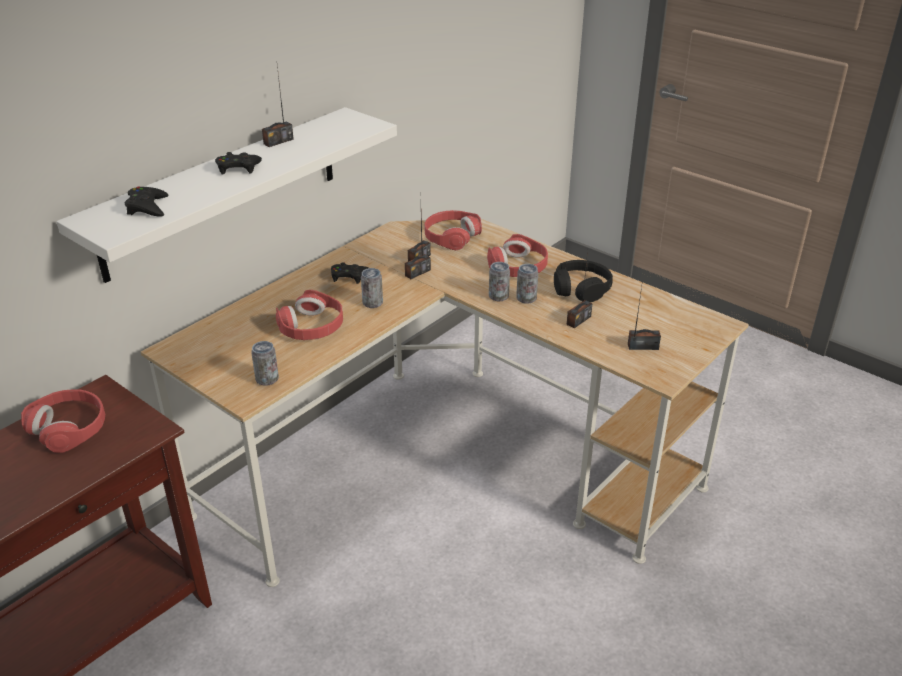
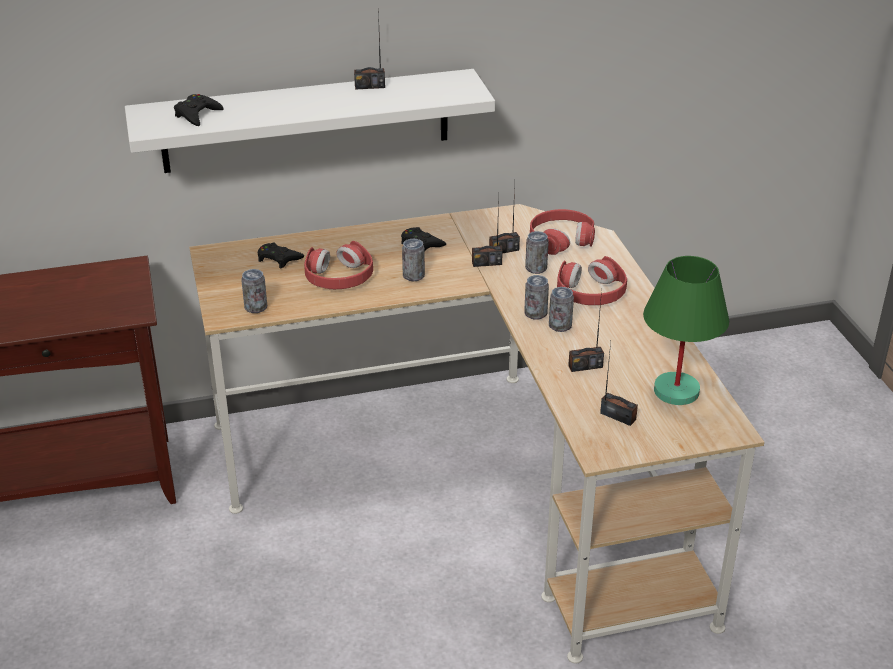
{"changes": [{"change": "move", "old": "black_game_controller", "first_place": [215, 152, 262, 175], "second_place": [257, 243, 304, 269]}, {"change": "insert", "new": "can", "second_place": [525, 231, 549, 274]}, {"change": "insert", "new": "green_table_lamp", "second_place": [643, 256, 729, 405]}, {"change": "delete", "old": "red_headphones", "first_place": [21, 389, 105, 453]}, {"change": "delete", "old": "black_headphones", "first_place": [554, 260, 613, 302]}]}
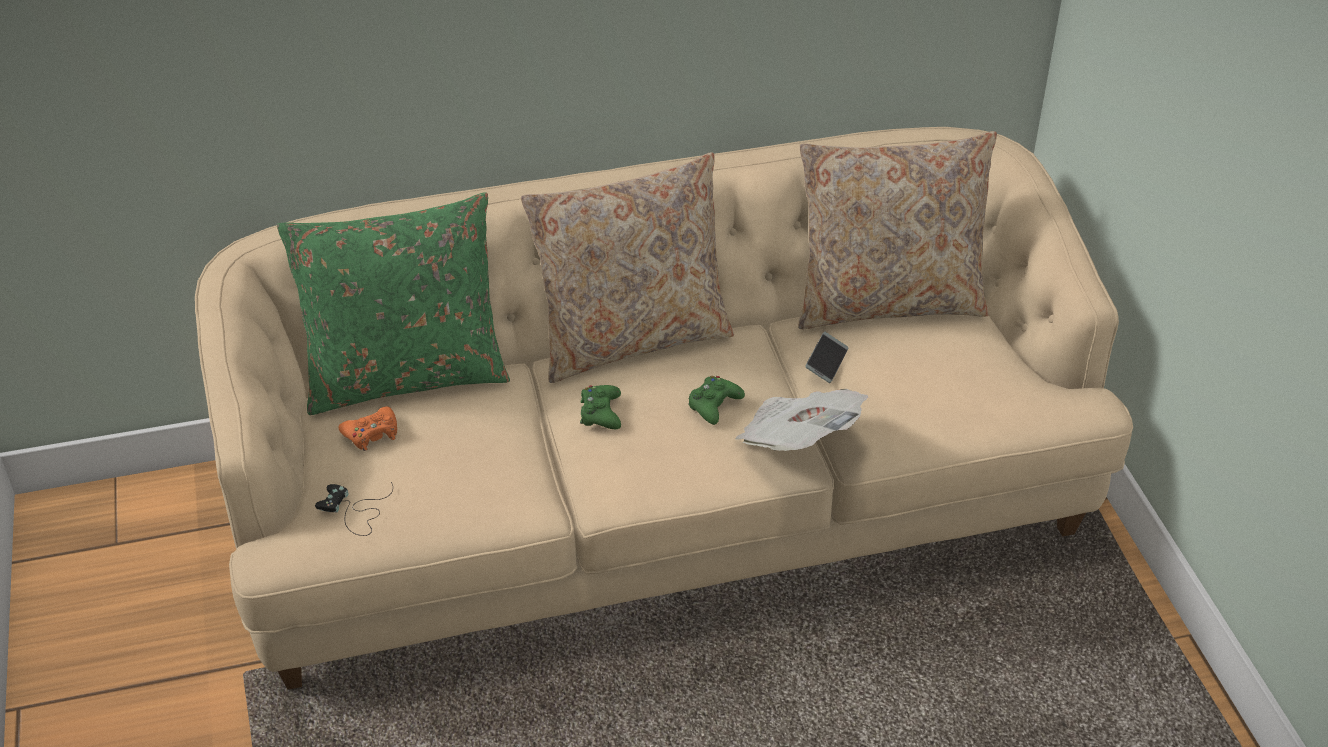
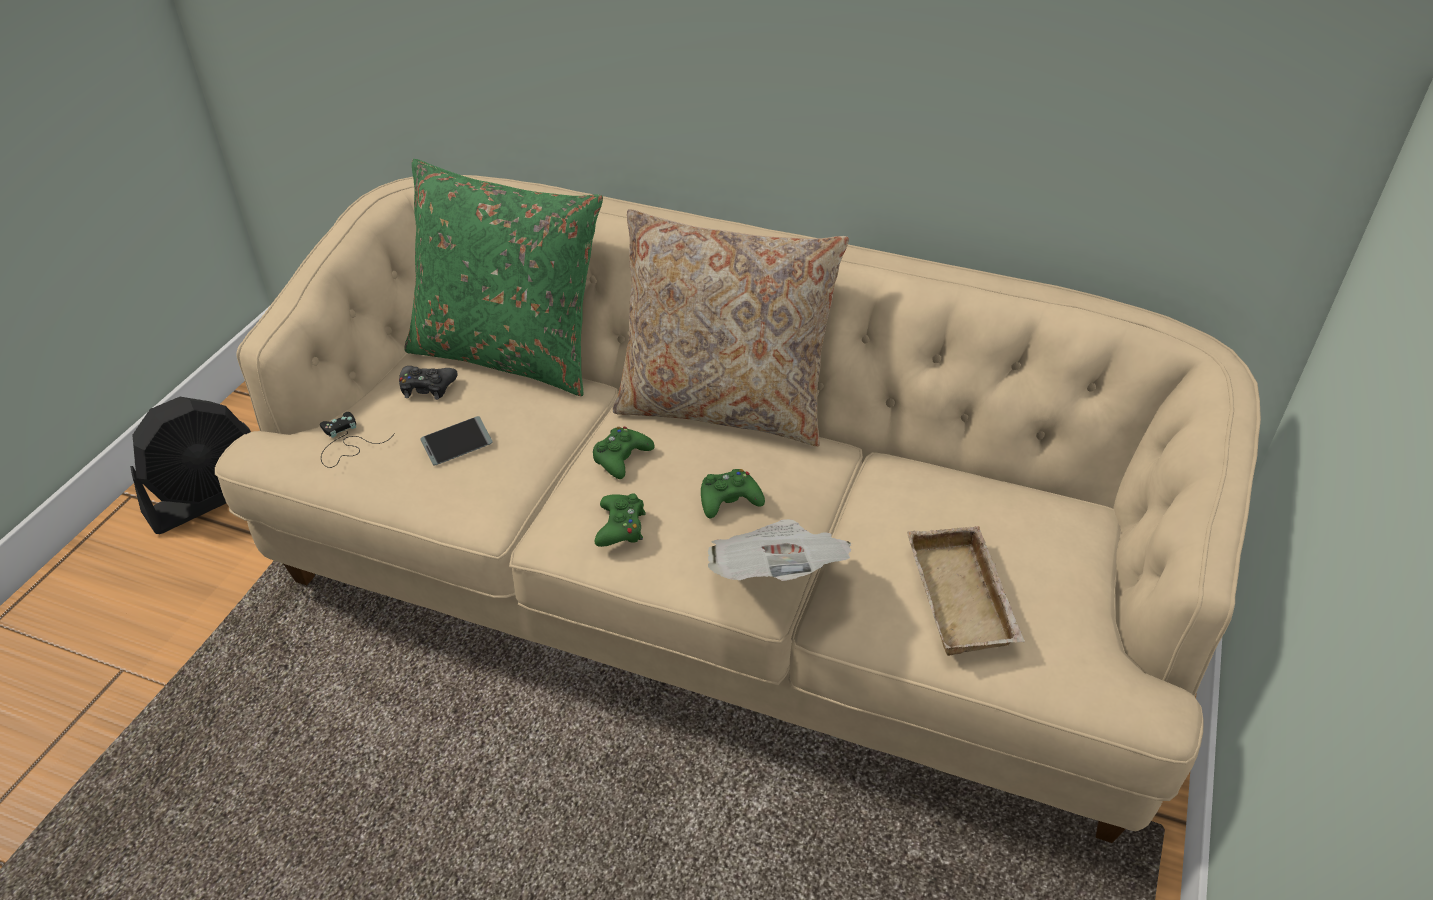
{"changes": [{"change": "insert", "new": "black_fan", "second_place": [130, 397, 251, 534]}, {"change": "recolor", "old": "orange_game_controller", "new": "black_game_controller", "first_place": [339, 406, 397, 451], "second_place": [399, 366, 458, 400]}, {"change": "move", "old": "phone", "first_place": [805, 332, 848, 383], "second_place": [420, 416, 492, 465]}, {"change": "insert", "new": "green_game_controller", "second_place": [595, 493, 646, 547]}, {"change": "insert", "new": "beige_tray", "second_place": [907, 526, 1025, 656]}, {"change": "delete", "old": "beige_pillow", "first_place": [798, 131, 997, 329]}]}
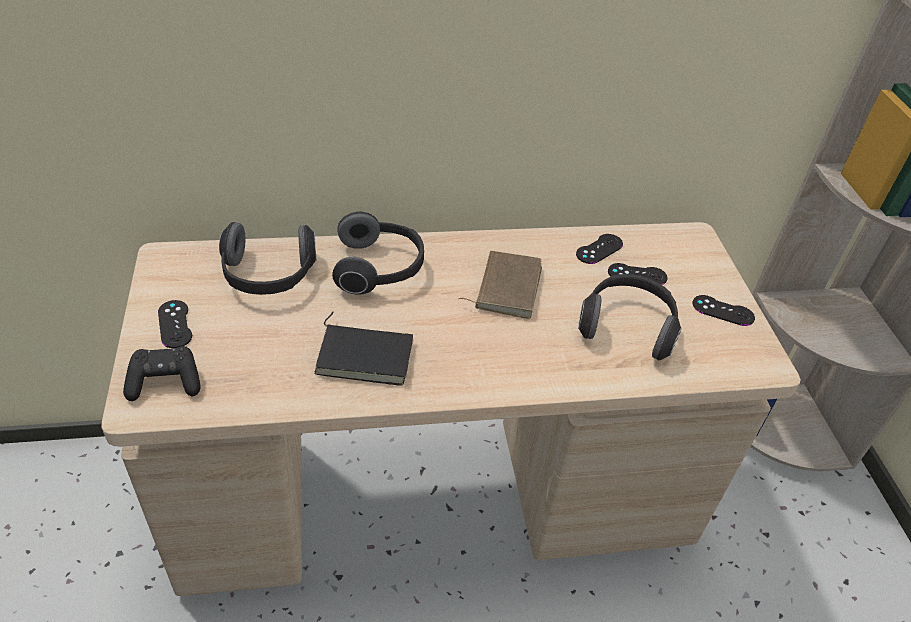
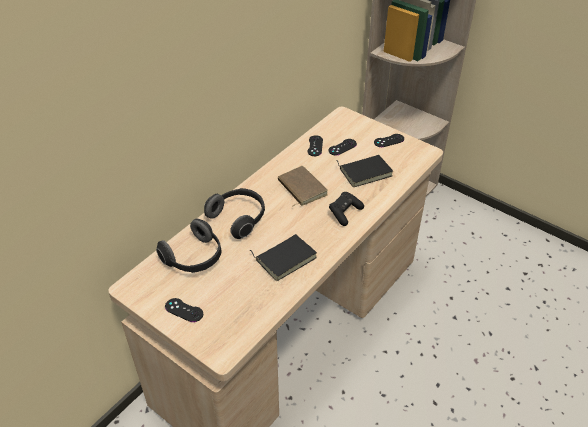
{"changes": [{"change": "move", "old": "black_game_controller", "first_place": [123, 346, 201, 401], "second_place": [329, 192, 364, 226]}, {"change": "replace", "old": "headphones", "new": "black_book", "first_place": [578, 274, 682, 361], "second_place": [337, 155, 393, 187]}]}
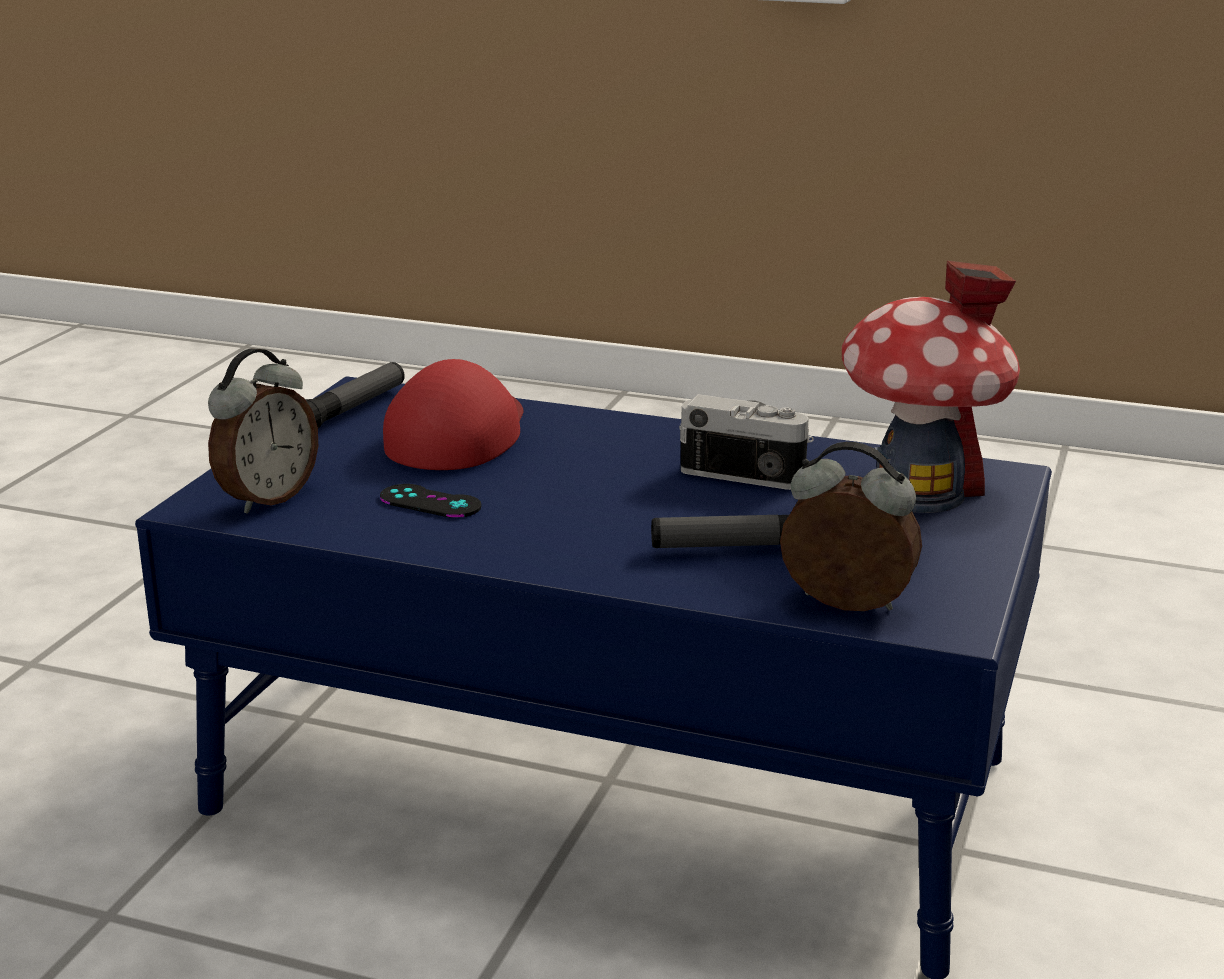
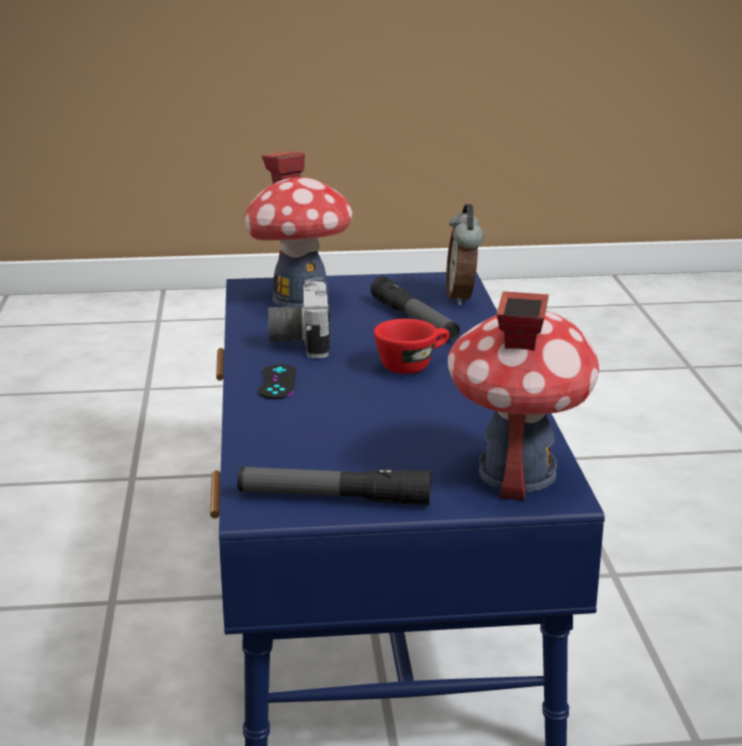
{"changes": [{"change": "move", "old": "black_game_controller", "first_place": [380, 484, 481, 518], "second_place": [258, 364, 296, 399]}, {"change": "insert", "new": "red_cup", "second_place": [374, 319, 449, 374]}, {"change": "replace", "old": "alarm_clock", "new": "toy_house", "first_place": [208, 348, 318, 514], "second_place": [448, 291, 599, 501]}, {"change": "delete", "old": "red_cap", "first_place": [383, 359, 523, 470]}]}
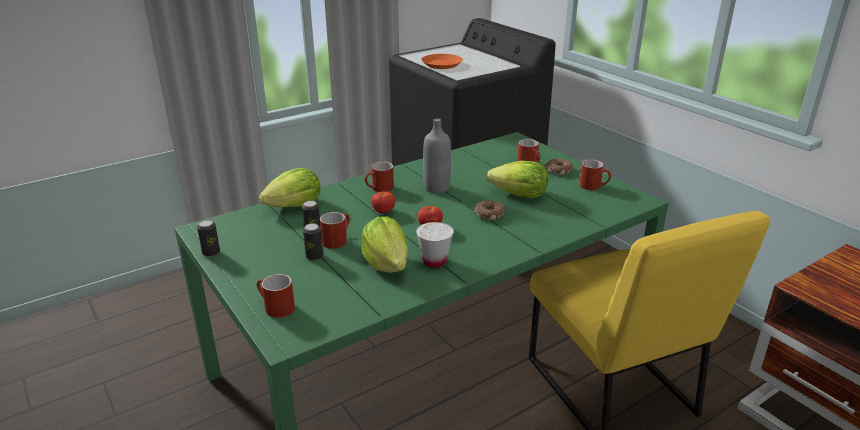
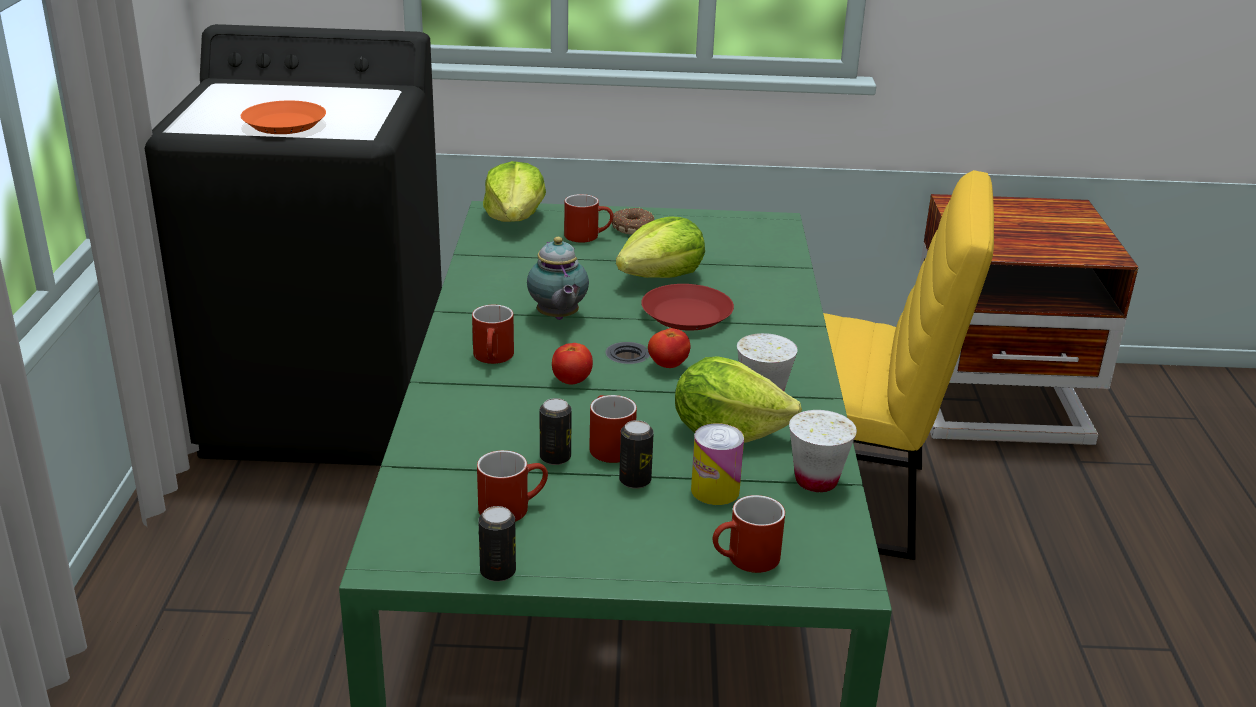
{"changes": [{"change": "move", "old": "red_mug", "first_place": [579, 159, 611, 190], "second_place": [477, 450, 548, 522]}, {"change": "move", "old": "lettuce", "first_place": [259, 168, 320, 207], "second_place": [483, 161, 546, 222]}, {"change": "replace", "old": "grey_bottle", "new": "teapot", "first_place": [423, 118, 451, 193], "second_place": [527, 237, 589, 320]}, {"change": "replace", "old": "donut", "new": "red_plate", "first_place": [474, 200, 505, 220], "second_place": [641, 284, 734, 331]}, {"change": "insert", "new": "can", "second_place": [691, 423, 744, 505]}, {"change": "insert", "new": "white_cup", "second_place": [789, 410, 857, 492]}]}
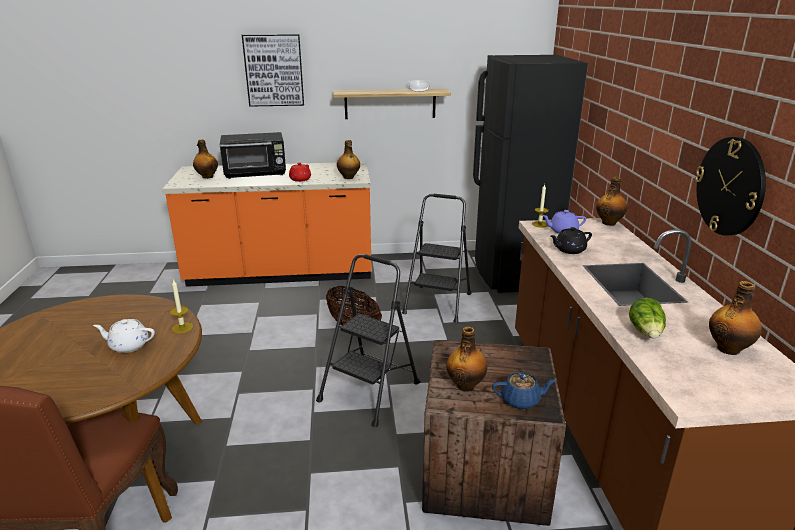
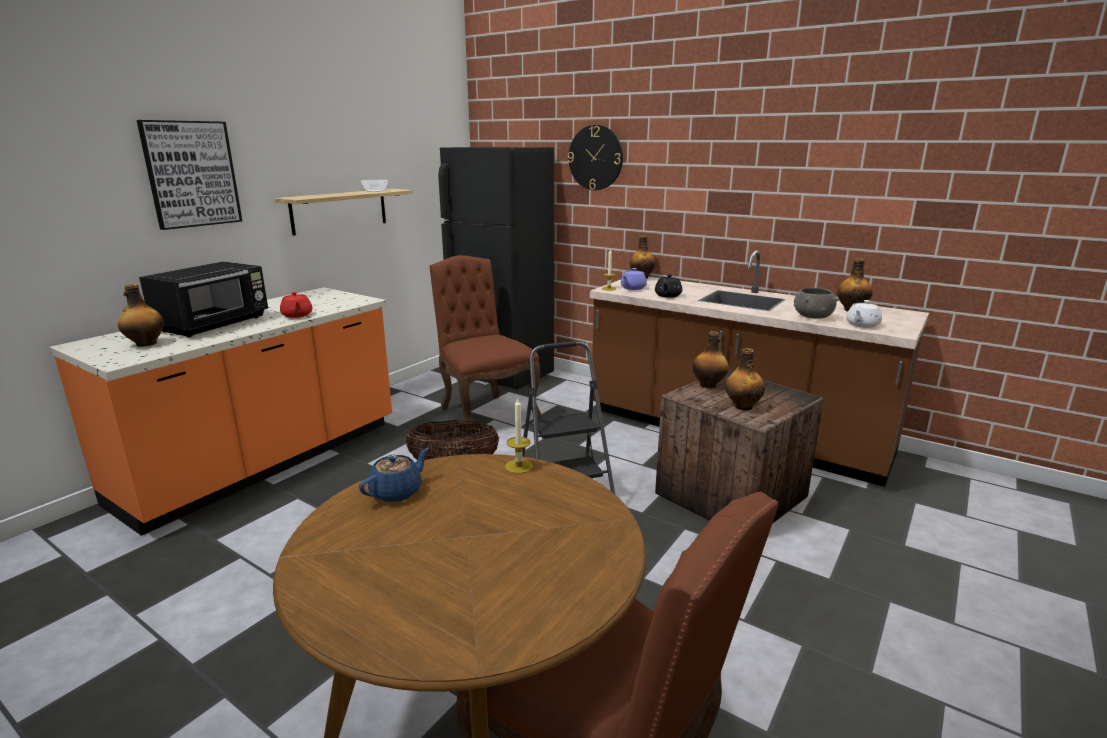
{"changes": [{"change": "move", "old": "blue_teapot", "first_place": [492, 372, 556, 409], "second_place": [359, 448, 429, 502]}, {"change": "replace", "old": "black_step_ladder", "new": "brown_chair", "first_place": [402, 194, 472, 323], "second_place": [429, 255, 541, 440]}, {"change": "move", "old": "wall_clock", "first_place": [695, 137, 766, 236], "second_place": [568, 125, 623, 190]}, {"change": "move", "old": "bottle", "first_place": [337, 140, 360, 179], "second_place": [692, 331, 729, 388]}, {"change": "replace", "old": "lettuce", "new": "grey_bowl", "first_place": [629, 298, 666, 338], "second_place": [794, 288, 837, 319]}, {"change": "move", "old": "white_teapot", "first_place": [93, 319, 155, 353], "second_place": [846, 300, 882, 328]}]}
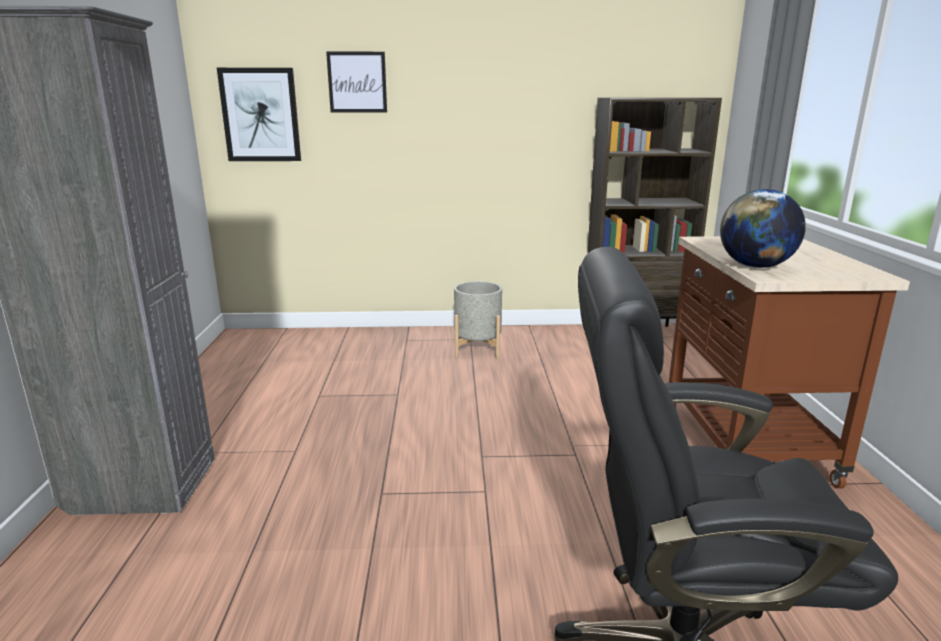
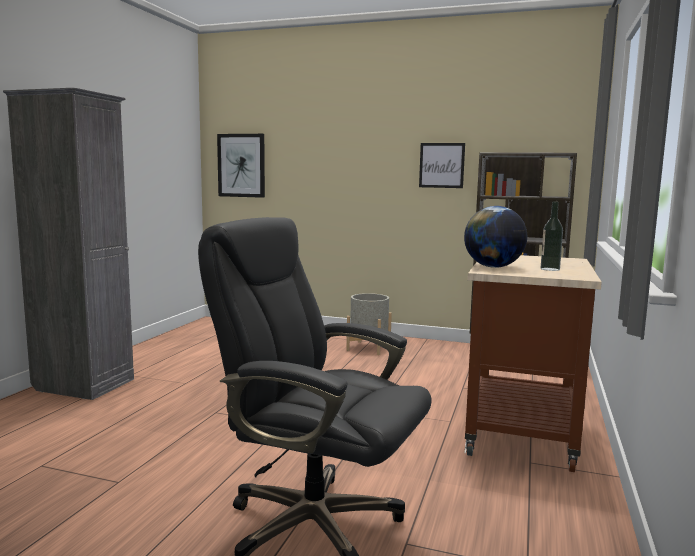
{"changes": [{"change": "move", "old": "picture", "first_place": [326, 51, 387, 112], "second_place": [419, 143, 465, 188]}, {"change": "insert", "new": "bottle", "second_place": [541, 202, 563, 271]}]}
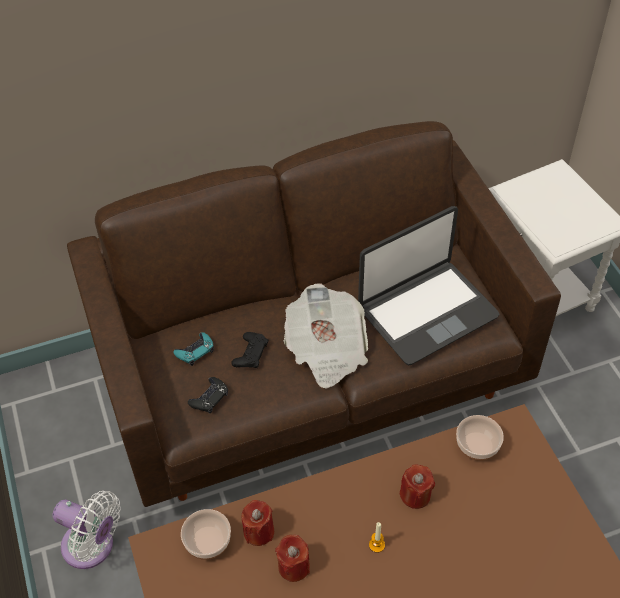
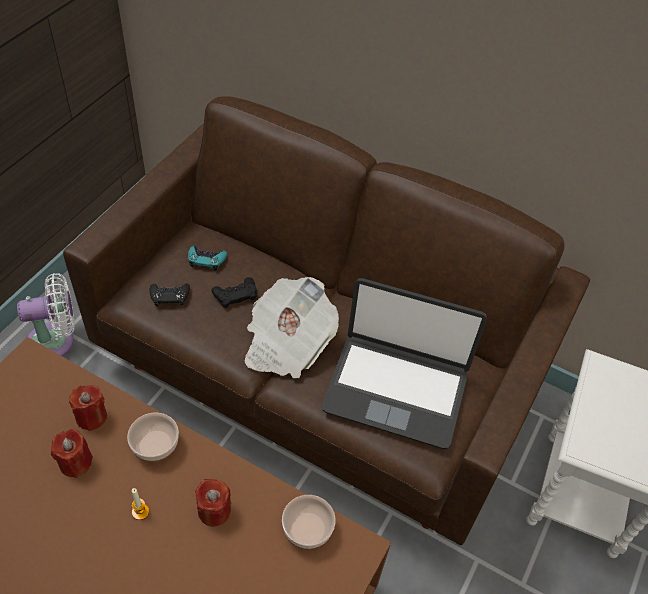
{"changes": [{"change": "rotate", "old": "white_fan", "first_place": [52, 491, 121, 569], "second_place": [17, 273, 74, 357], "degrees": -90}, {"change": "move", "old": "bowl", "first_place": [181, 509, 231, 560], "second_place": [127, 413, 179, 462]}]}
